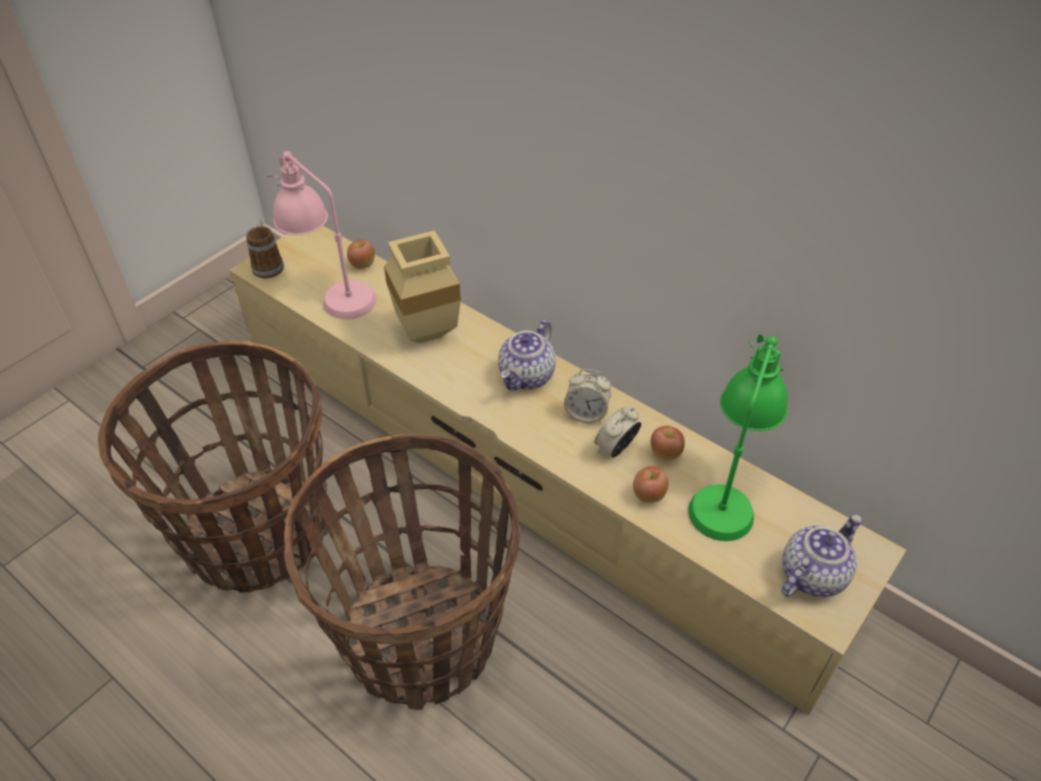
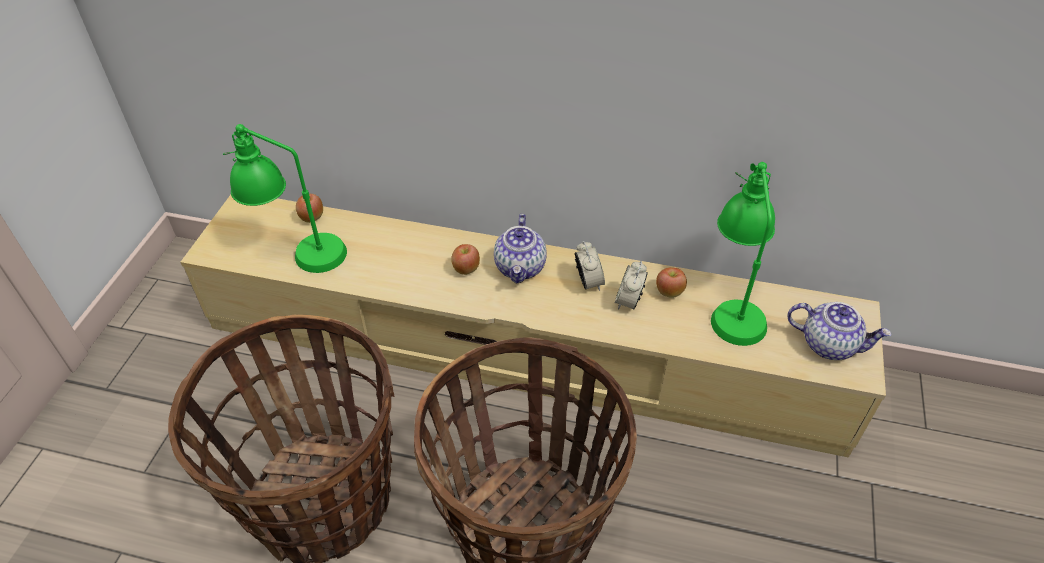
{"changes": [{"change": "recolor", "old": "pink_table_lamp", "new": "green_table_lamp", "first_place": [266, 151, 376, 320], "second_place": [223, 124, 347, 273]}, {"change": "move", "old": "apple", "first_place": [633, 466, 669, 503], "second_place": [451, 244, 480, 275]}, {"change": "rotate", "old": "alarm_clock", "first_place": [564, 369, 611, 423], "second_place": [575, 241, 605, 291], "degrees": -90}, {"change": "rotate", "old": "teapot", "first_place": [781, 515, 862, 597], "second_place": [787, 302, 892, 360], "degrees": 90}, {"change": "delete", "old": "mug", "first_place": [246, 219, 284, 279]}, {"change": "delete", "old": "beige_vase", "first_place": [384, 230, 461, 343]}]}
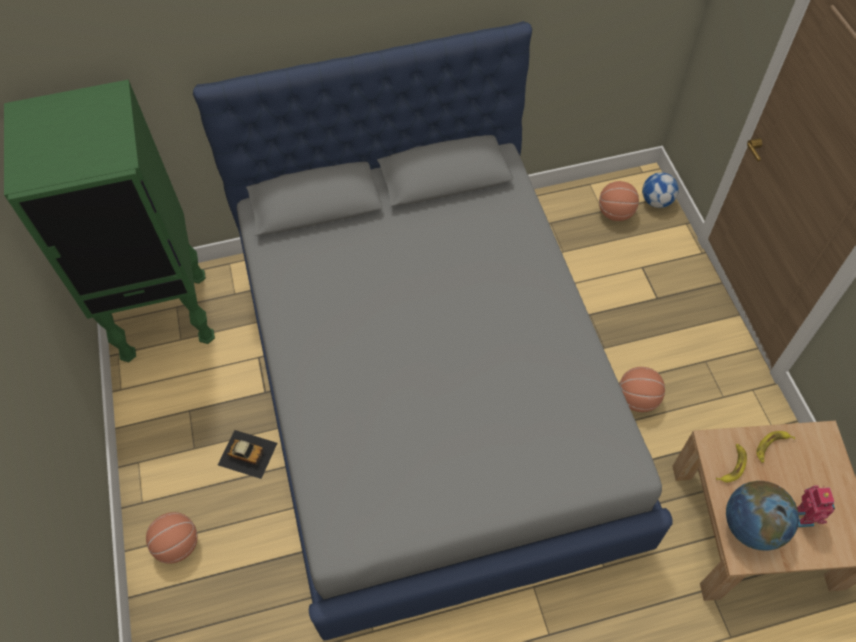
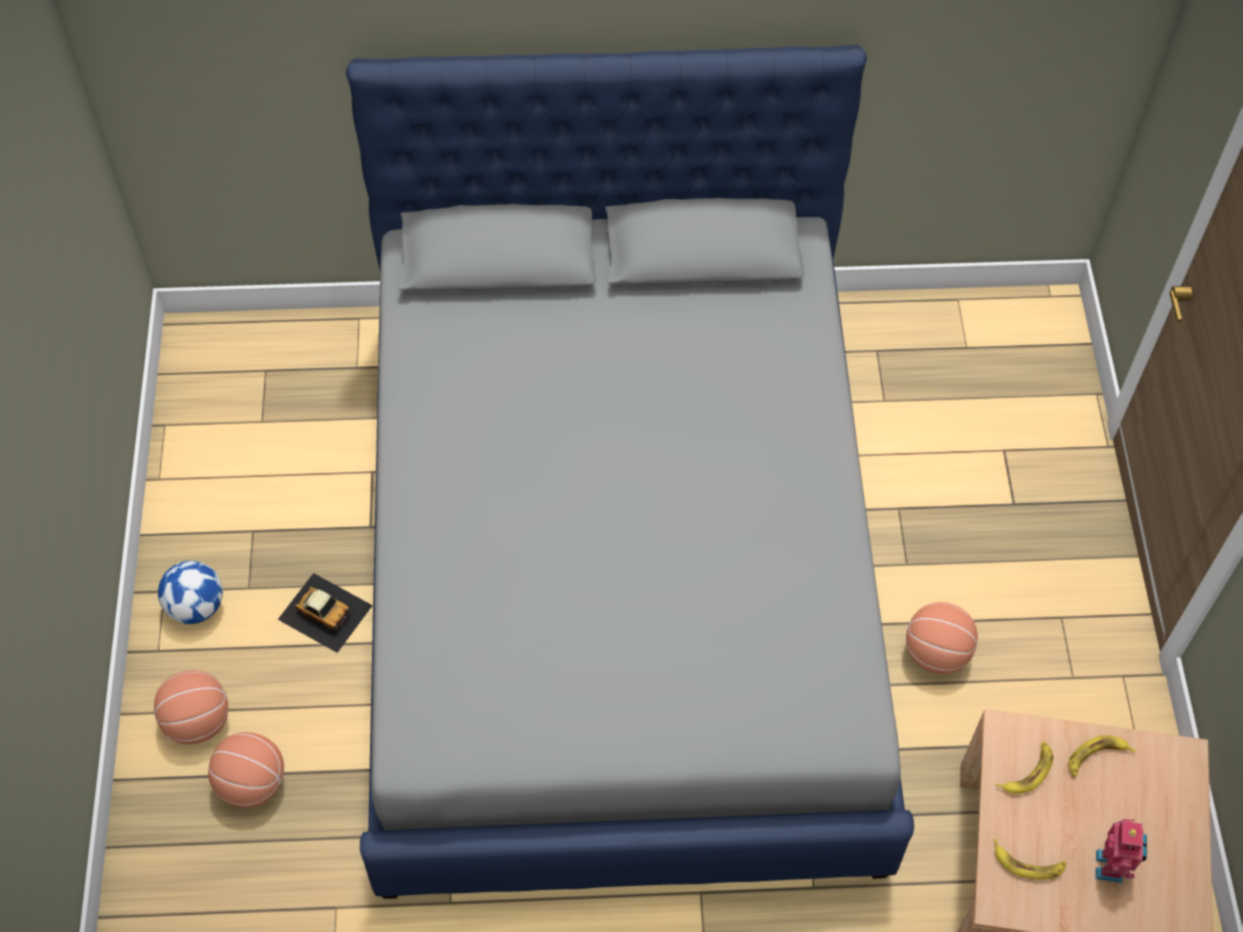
{"changes": [{"change": "move", "old": "football", "first_place": [642, 172, 679, 208], "second_place": [158, 561, 223, 624]}, {"change": "move", "old": "basketball", "first_place": [599, 181, 639, 221], "second_place": [208, 732, 284, 808]}, {"change": "replace", "old": "globe", "new": "banana", "first_place": [726, 481, 799, 550], "second_place": [994, 839, 1066, 880]}, {"change": "delete", "old": "green_cabinet", "first_place": [4, 79, 215, 362]}]}
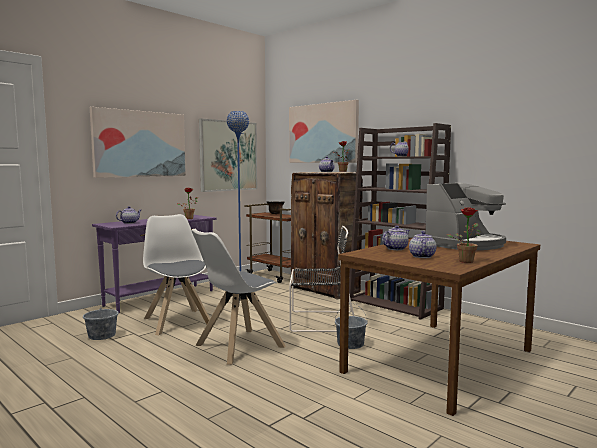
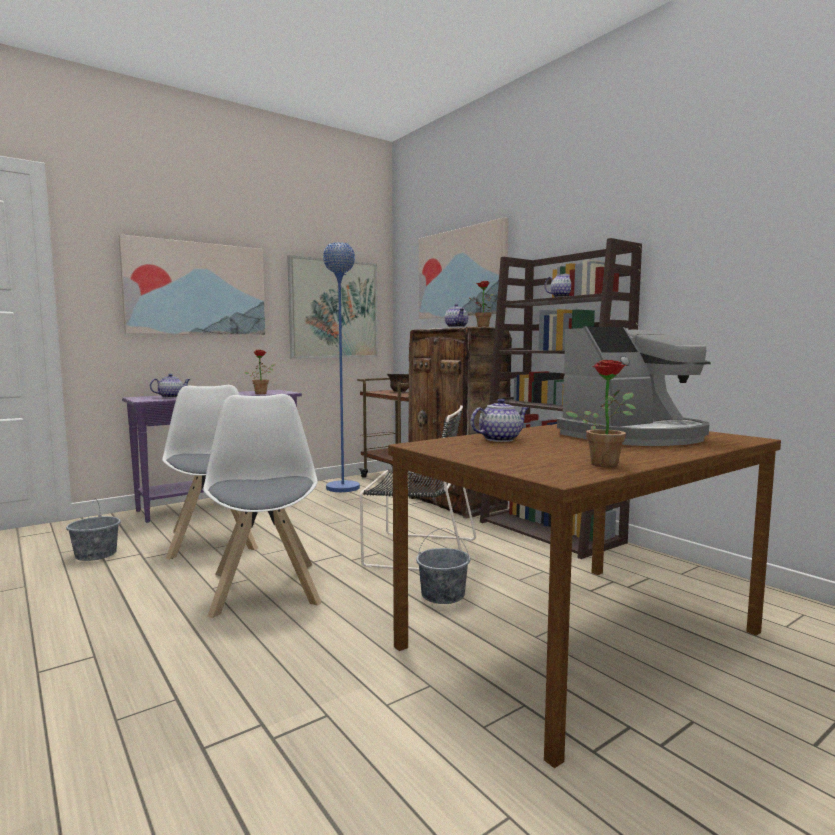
{"changes": [{"change": "rotate", "old": "chair", "first_place": [191, 229, 286, 365], "second_place": [203, 394, 322, 618], "degrees": 105}, {"change": "delete", "old": "teapot", "first_place": [409, 231, 436, 258]}]}
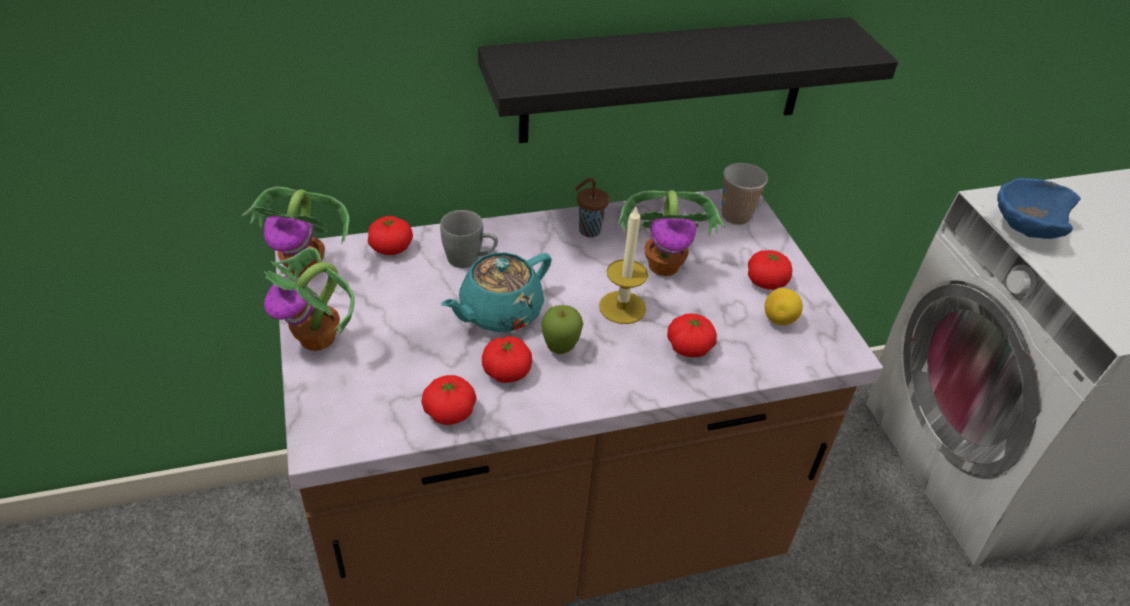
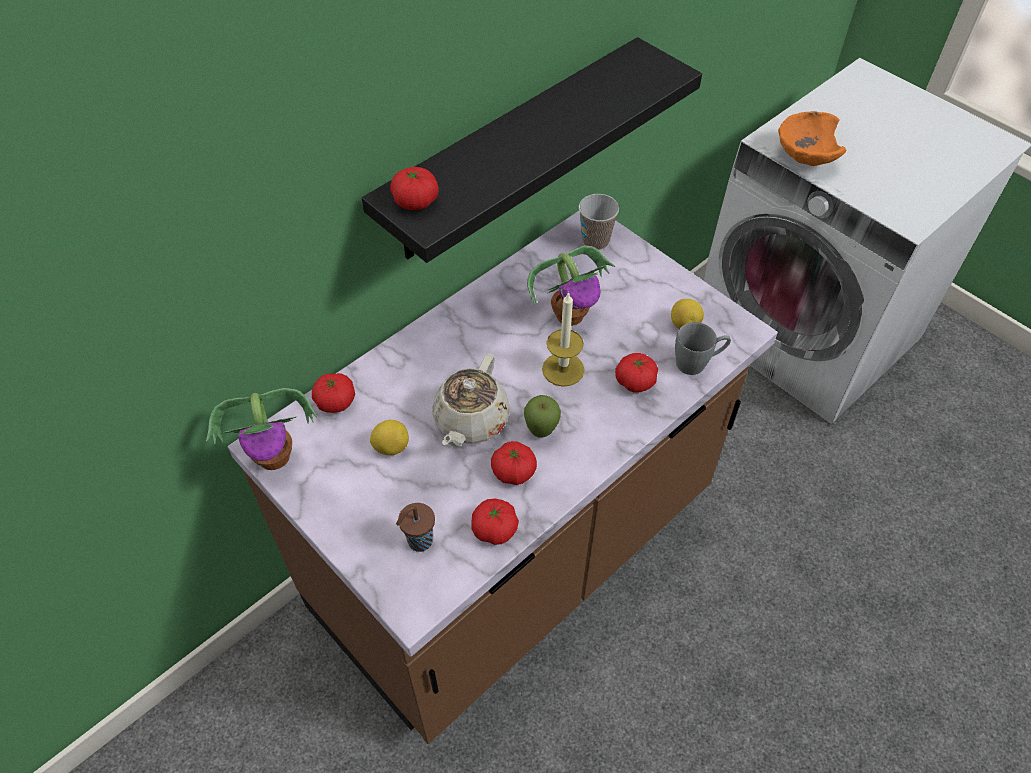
{"changes": [{"change": "insert", "new": "lemon", "second_place": [370, 420, 409, 455]}, {"change": "move", "old": "tomato", "first_place": [748, 250, 792, 290], "second_place": [390, 167, 439, 210]}, {"change": "move", "old": "brown_cup", "first_place": [575, 178, 609, 237], "second_place": [396, 503, 435, 552]}, {"change": "recolor", "old": "turquoise_teapot", "new": "beige_teapot", "first_place": [441, 253, 552, 332], "second_place": [432, 354, 510, 447]}, {"change": "move", "old": "grey_mug", "first_place": [440, 210, 498, 268], "second_place": [675, 322, 731, 375]}, {"change": "recolor", "old": "blue_bowl", "new": "orange_bowl", "first_place": [997, 178, 1081, 239], "second_place": [778, 111, 846, 166]}, {"change": "delete", "old": "potted_plant", "first_place": [264, 247, 355, 351]}]}
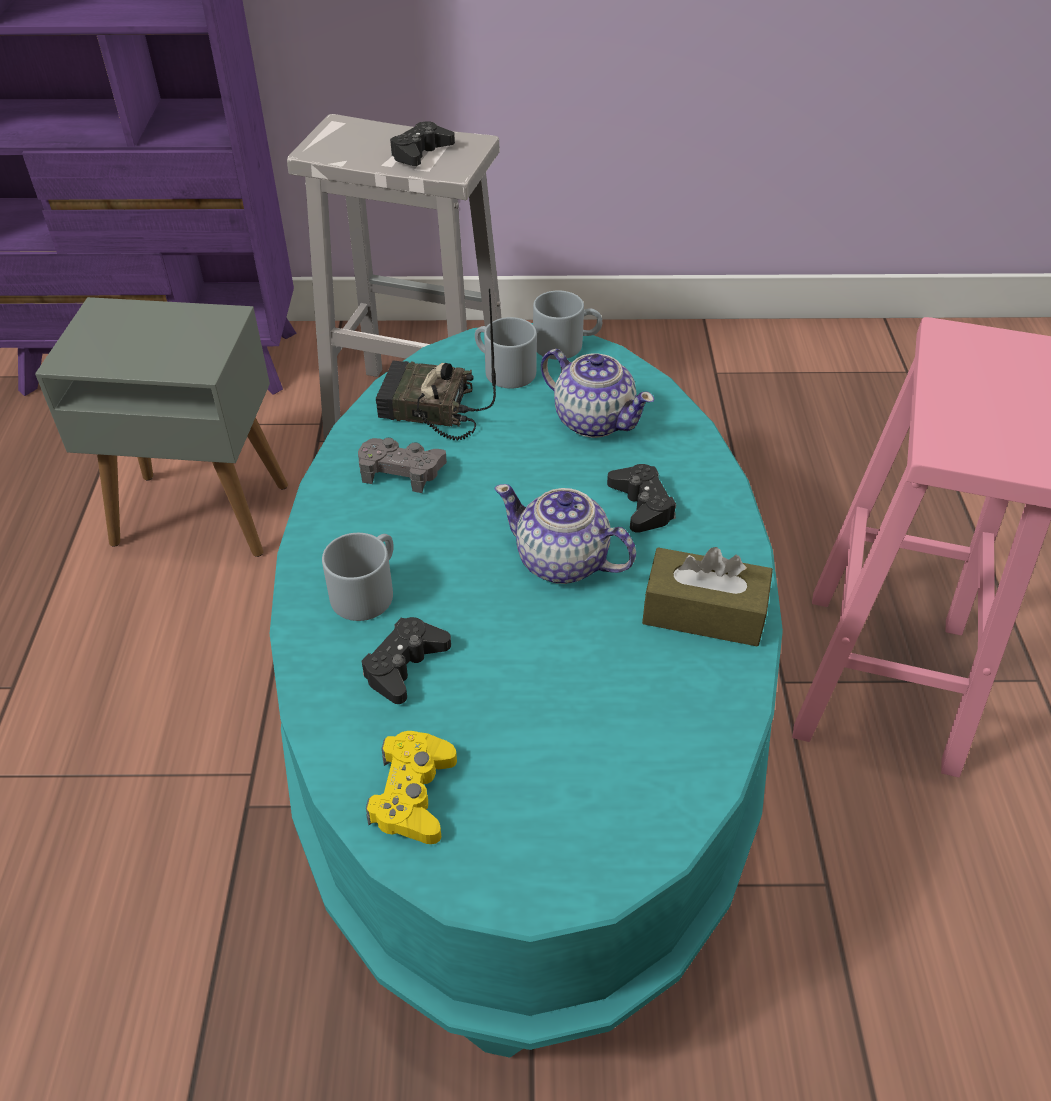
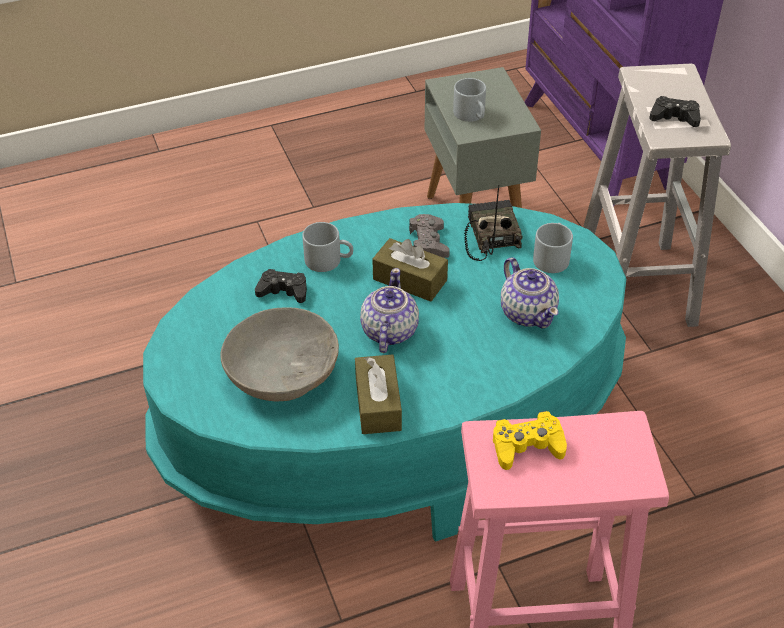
{"changes": [{"change": "insert", "new": "grey_bowl", "second_place": [220, 307, 339, 401]}, {"change": "insert", "new": "brown_tissue_box", "second_place": [372, 238, 448, 302]}, {"change": "move", "old": "grey_mug", "first_place": [533, 291, 602, 360], "second_place": [453, 78, 486, 122]}, {"change": "move", "old": "yellow_game_controller", "first_place": [366, 731, 457, 844], "second_place": [493, 411, 567, 470]}, {"change": "rotate", "old": "teapot", "first_place": [541, 349, 654, 438], "second_place": [501, 257, 559, 328], "degrees": -45}, {"change": "delete", "old": "black_game_controller", "first_place": [607, 464, 676, 533]}]}
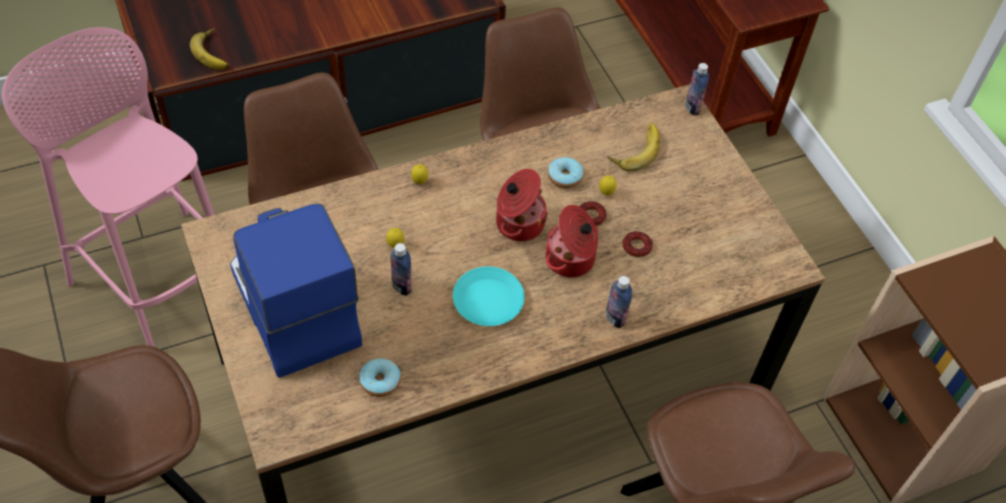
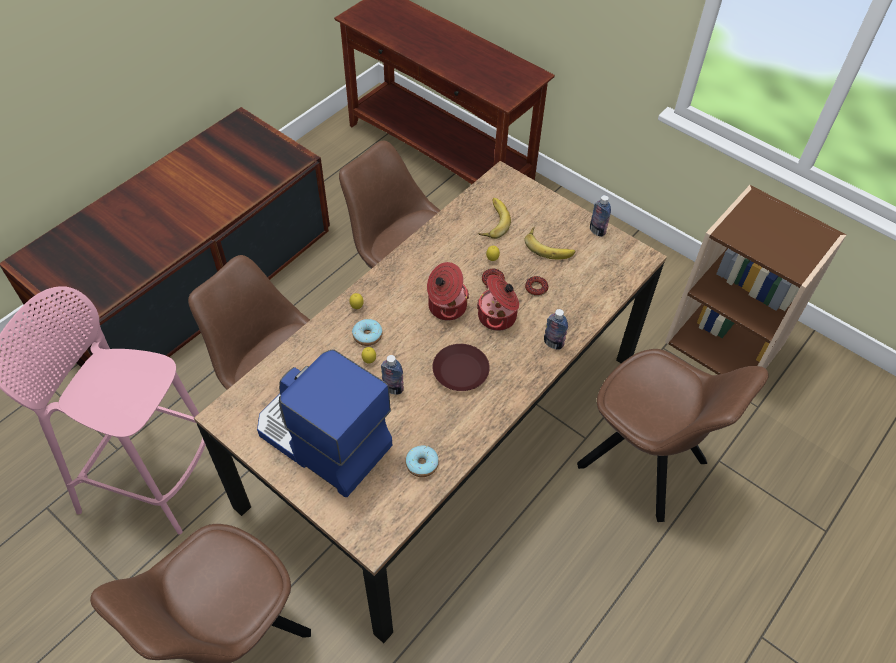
{"changes": [{"change": "move", "old": "donut", "first_place": [548, 157, 583, 188], "second_place": [352, 319, 383, 346]}, {"change": "recolor", "old": "turquoise_plate", "new": "brown_plate", "first_place": [453, 266, 525, 326], "second_place": [432, 344, 490, 391]}, {"change": "move", "old": "banana", "first_place": [190, 28, 228, 70], "second_place": [525, 227, 575, 260]}, {"change": "move", "old": "bottle", "first_place": [685, 63, 709, 115], "second_place": [590, 195, 611, 237]}]}
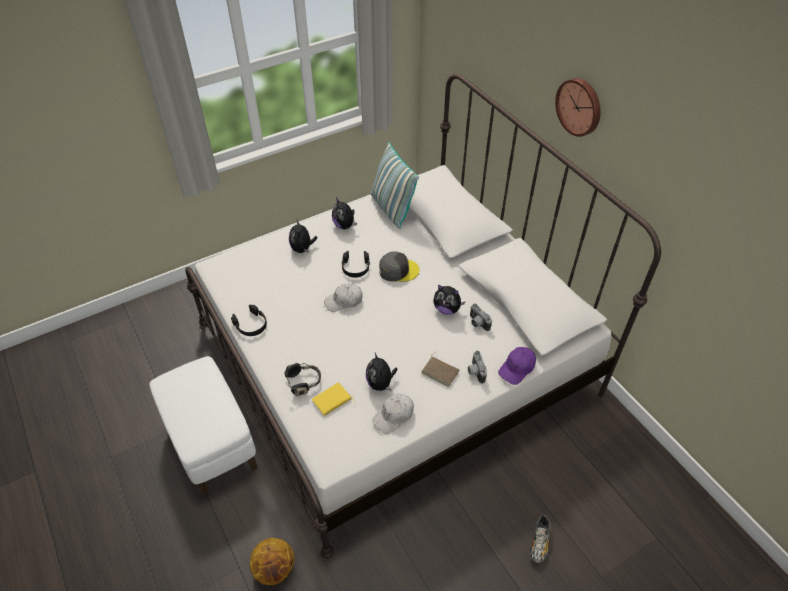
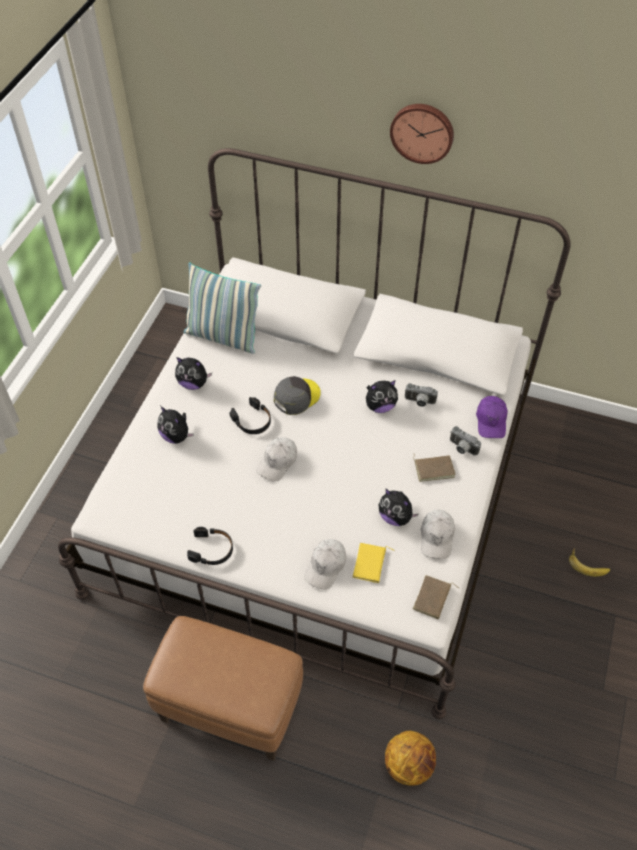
{"changes": [{"change": "recolor", "old": "white_ottoman", "new": "brown_ottoman", "first_place": [150, 356, 257, 496], "second_place": [143, 616, 303, 761]}, {"change": "replace", "old": "black_headphones", "new": "white_cap", "first_place": [284, 363, 321, 396], "second_place": [304, 539, 346, 590]}, {"change": "insert", "new": "brown_book", "second_place": [413, 575, 460, 619]}, {"change": "replace", "old": "shoe", "new": "banana", "first_place": [530, 515, 551, 563], "second_place": [569, 548, 610, 576]}]}
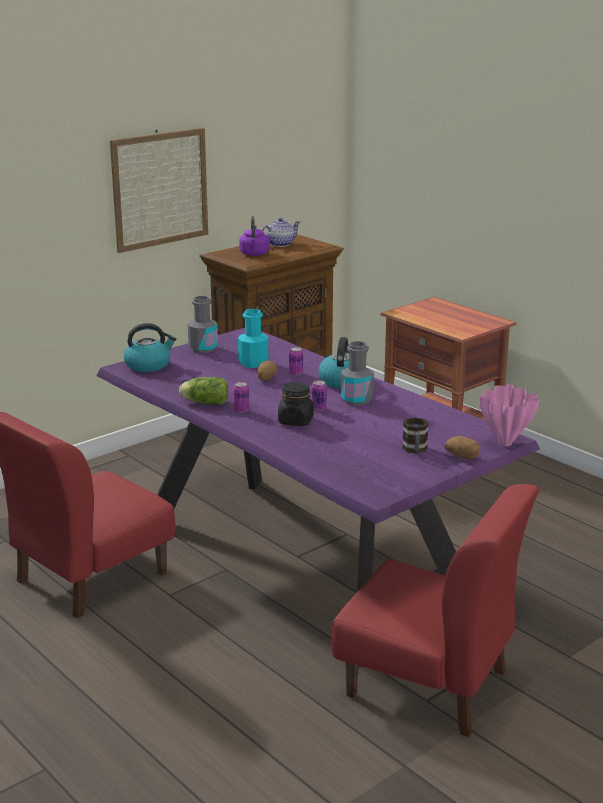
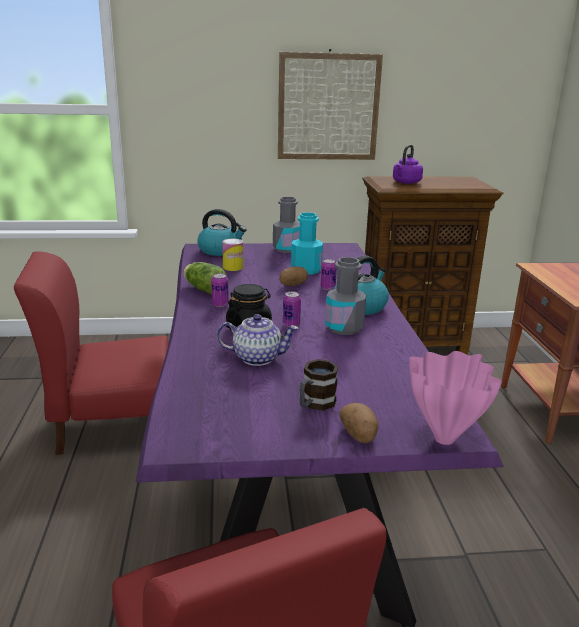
{"changes": [{"change": "move", "old": "teapot", "first_place": [261, 218, 300, 247], "second_place": [217, 314, 299, 366]}, {"change": "insert", "new": "can", "second_place": [222, 239, 243, 271]}]}
